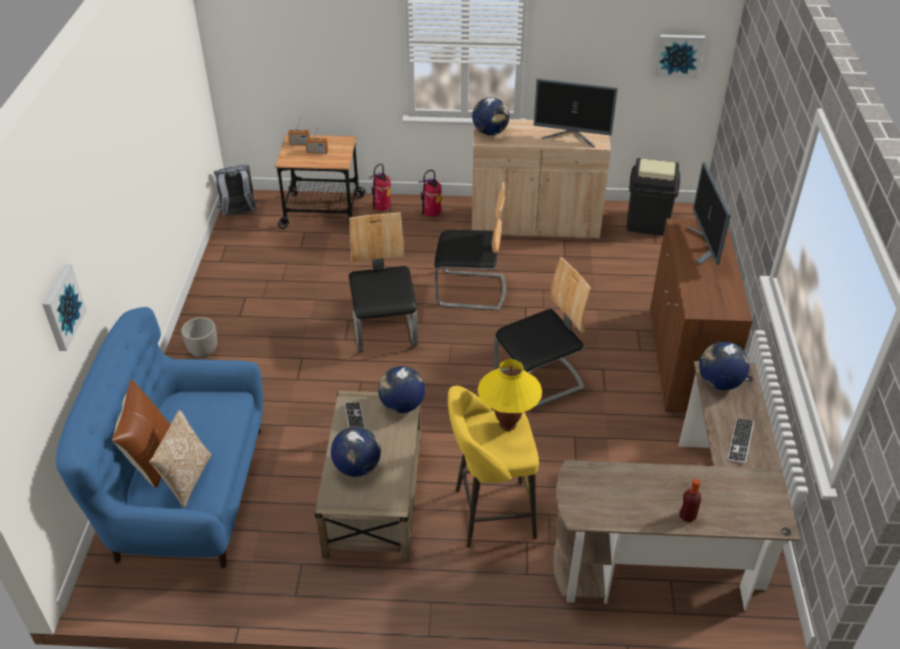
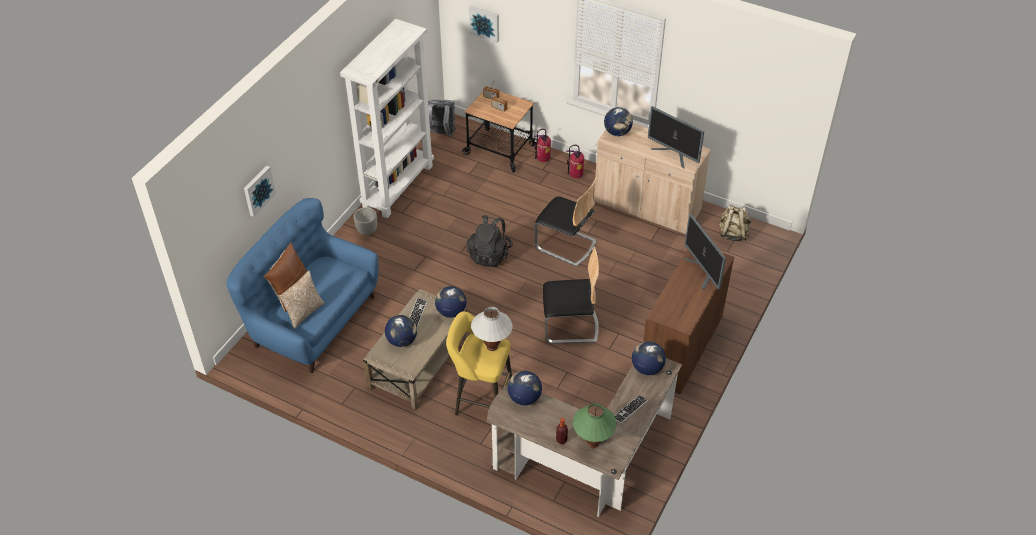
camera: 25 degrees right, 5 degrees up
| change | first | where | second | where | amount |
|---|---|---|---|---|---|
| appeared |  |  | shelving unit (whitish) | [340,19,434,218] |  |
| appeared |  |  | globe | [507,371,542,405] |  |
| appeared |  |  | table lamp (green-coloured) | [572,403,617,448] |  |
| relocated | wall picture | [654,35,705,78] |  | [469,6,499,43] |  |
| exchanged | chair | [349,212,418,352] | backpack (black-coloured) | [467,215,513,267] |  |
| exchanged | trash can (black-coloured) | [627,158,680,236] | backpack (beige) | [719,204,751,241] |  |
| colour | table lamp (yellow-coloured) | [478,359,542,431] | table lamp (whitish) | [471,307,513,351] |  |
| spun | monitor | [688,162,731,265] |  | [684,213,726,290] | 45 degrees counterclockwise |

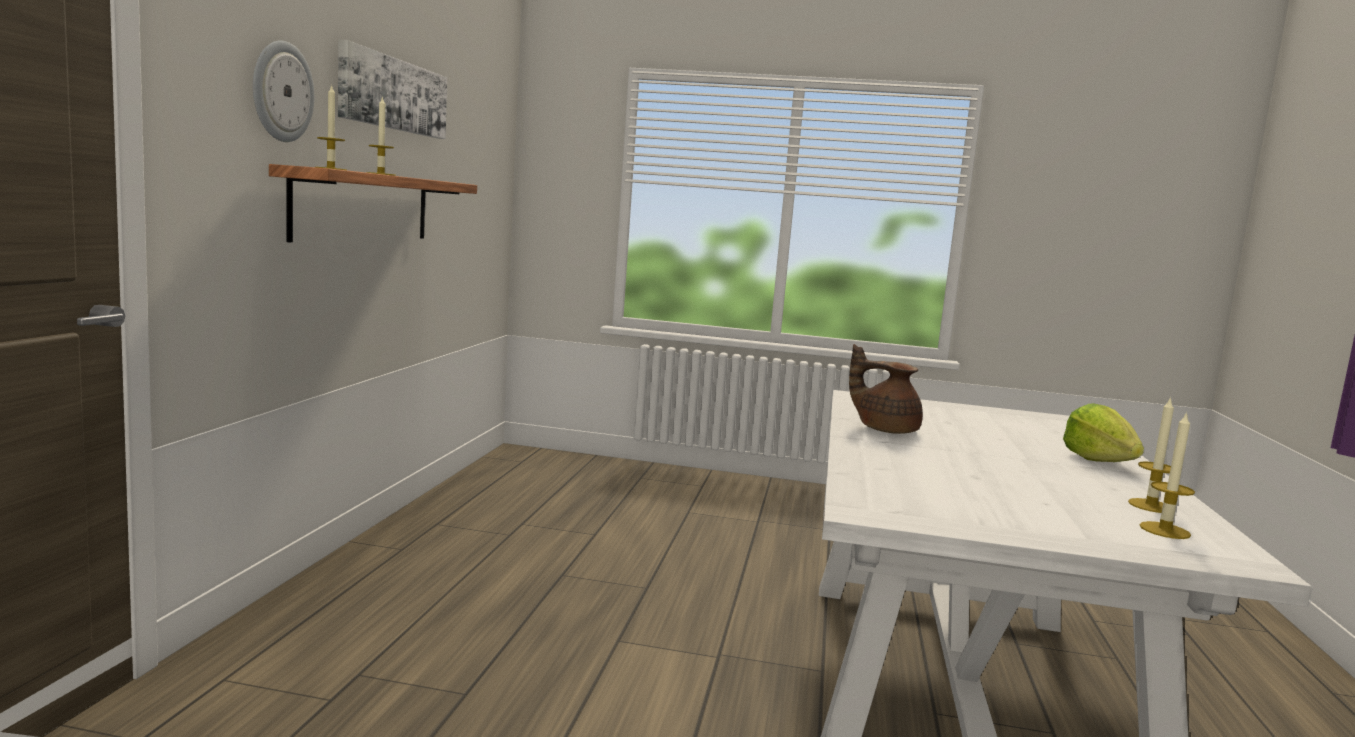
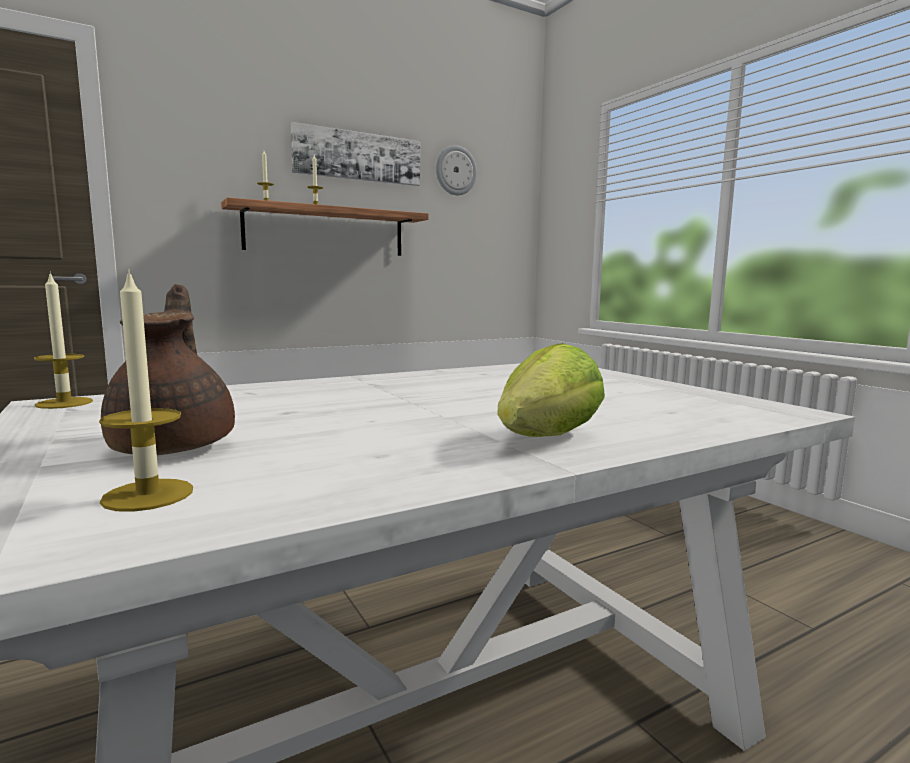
camera: 50 degrees right, 0 degrees up
| change | first | where | second | where | amount |
|---|---|---|---|---|---|
| relocated | clock on the wall | [253,40,315,142] |  | [436,145,477,195] |  |
| relocated | teapot (brown-coloured) | [849,344,923,434] |  | [101,284,235,455] |  |
| relocated | candle | [1128,396,1174,513] |  | [34,271,93,409] |  |

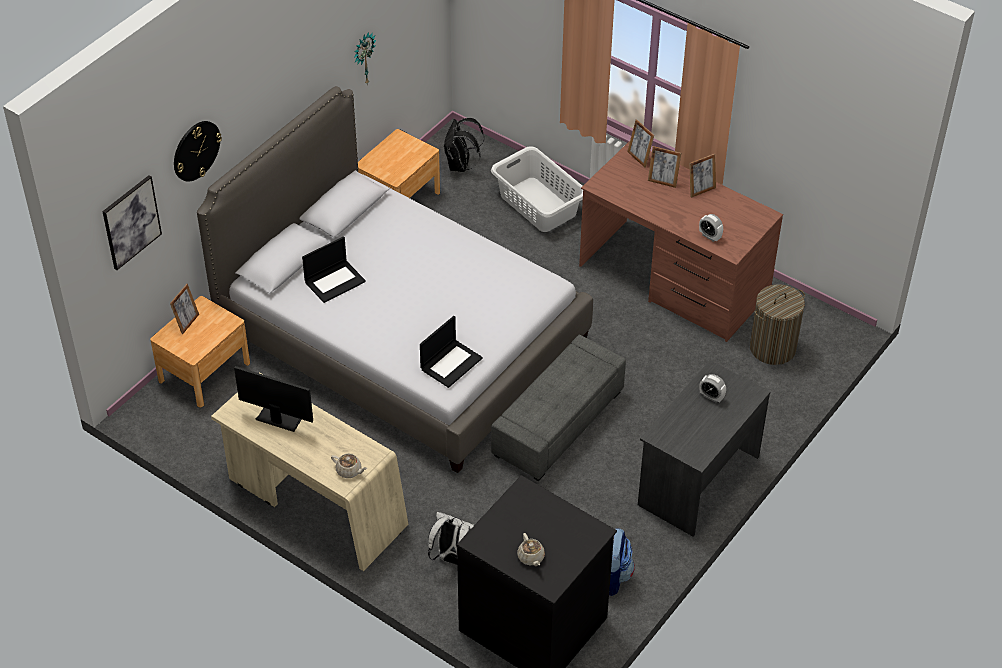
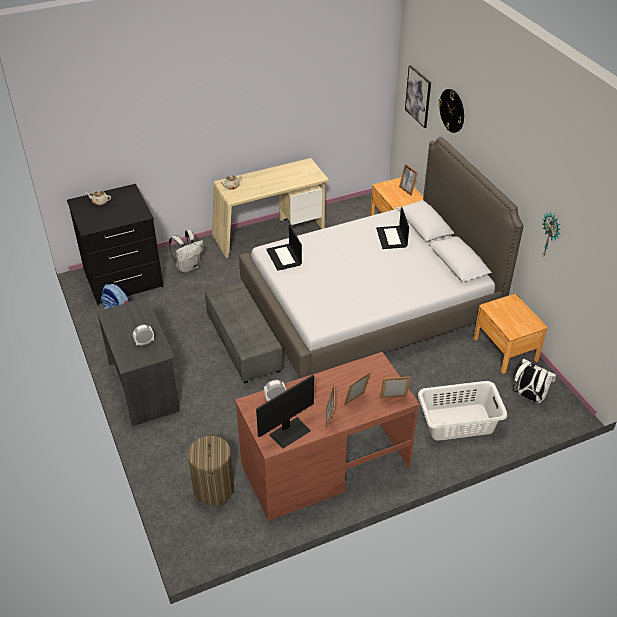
camera: 120 degrees right, 5 degrees down
| change | first | where | second | where | amount |
|---|---|---|---|---|---|
| relocated | monitor | [234,366,313,432] |  | [256,375,314,449] |  |
| colour | backpack (black-coloured) | [444,118,484,172] | backpack (whitish) | [513,358,556,403] |  |

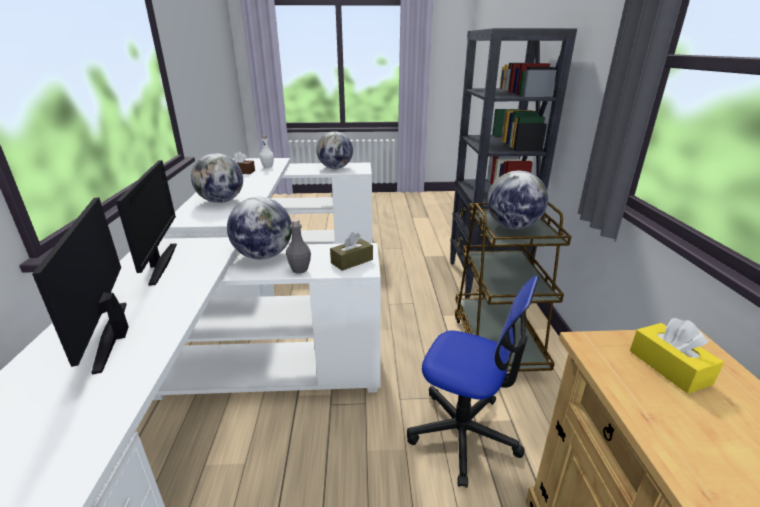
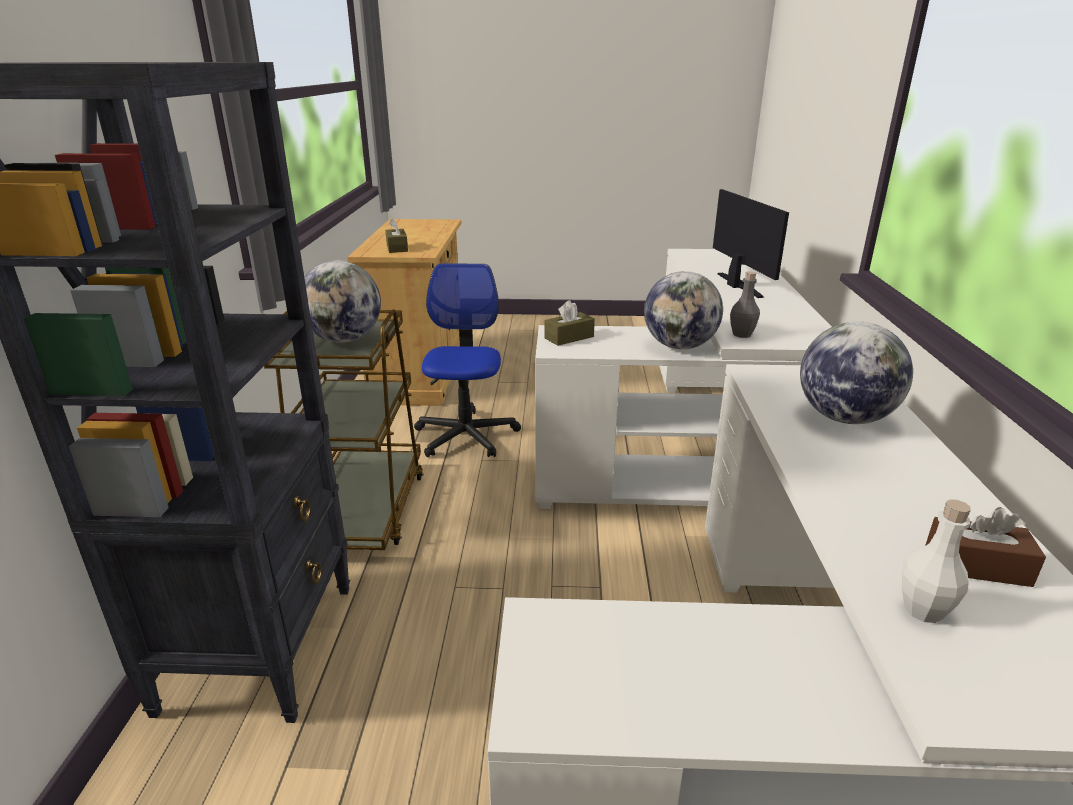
camera: 175 degrees left, 0 degrees up
| change | first | where | second | where | amount |
|---|---|---|---|---|---|
| missing | monitor | [116,160,177,286] |  |  |  |
| missing | globe | [316,131,353,169] |  |  |  |
| relocated | drink bottle (gray) | [286,218,311,273] |  | [730,271,760,338] |  |
| colour | tissue holder (yellow-coloured) | [630,318,724,394] | tissue holder (brown-coloured) | [385,218,408,253] |  |
| spun | desk chair | [407,276,539,488] |  | [414,263,521,457] | 60 degrees clockwise |

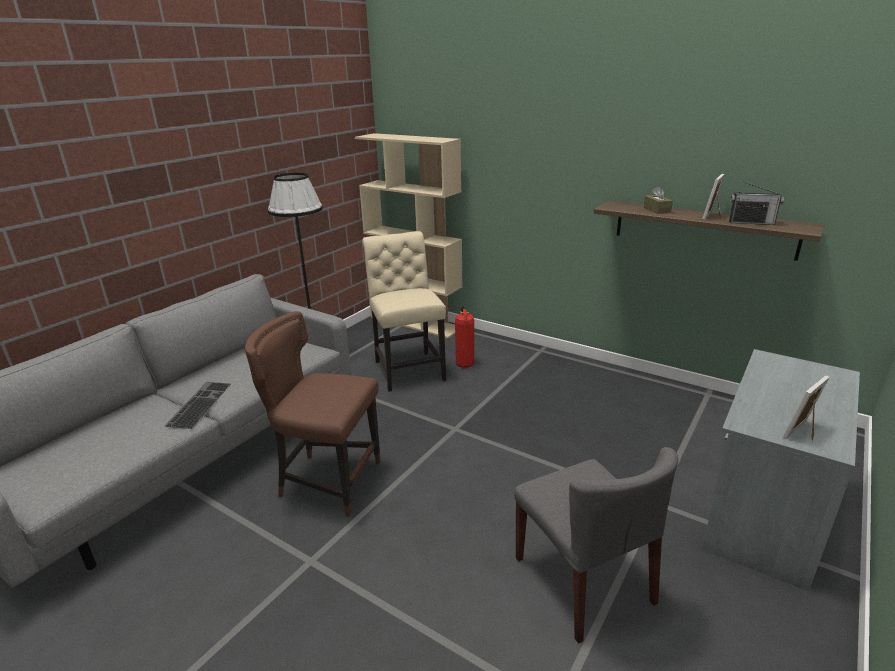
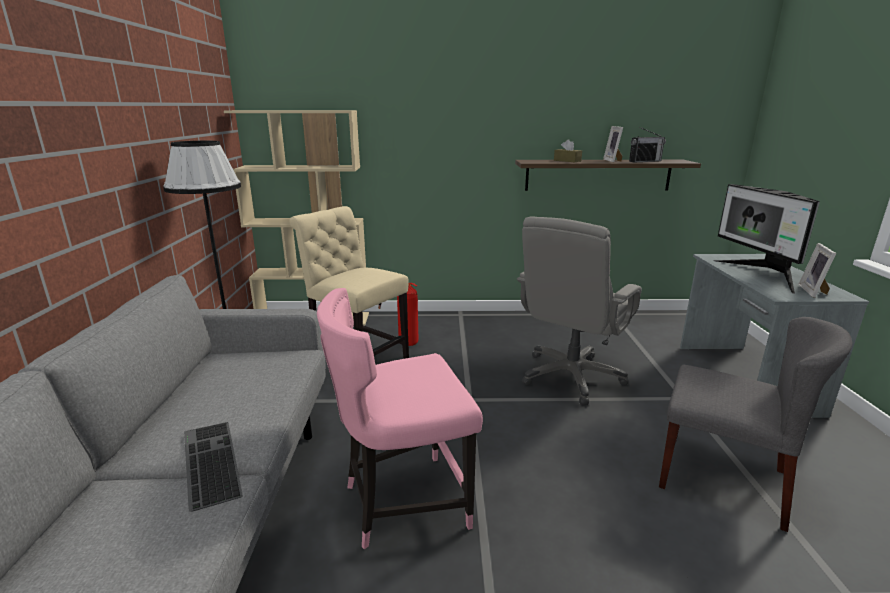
camera: 35 degrees left, 5 degrees down
| change | first | where | second | where | amount |
|---|---|---|---|---|---|
| appeared |  |  | desk chair (gray) | [517,217,642,405] |  |
| appeared |  |  | monitor | [714,184,820,294] |  |
| colour | chair (brown-coloured) | [245,311,381,517] | chair (pink-coloured) | [317,288,483,549] |  |

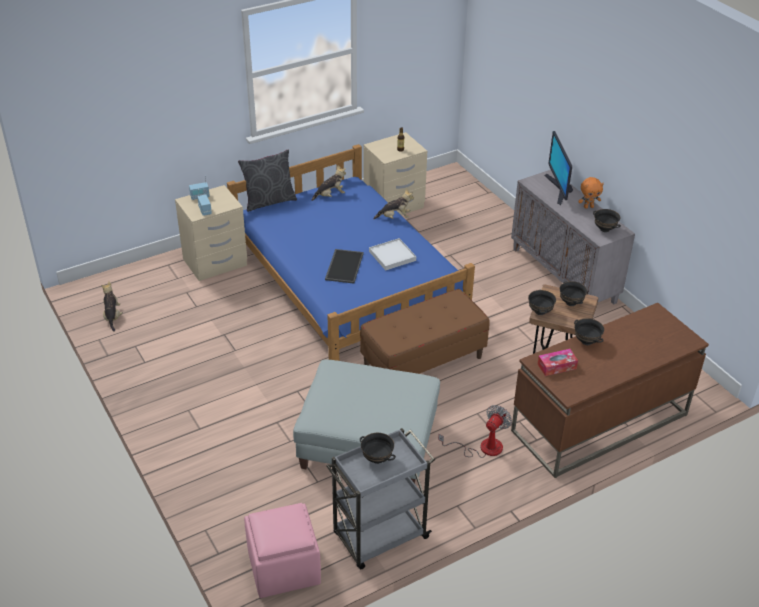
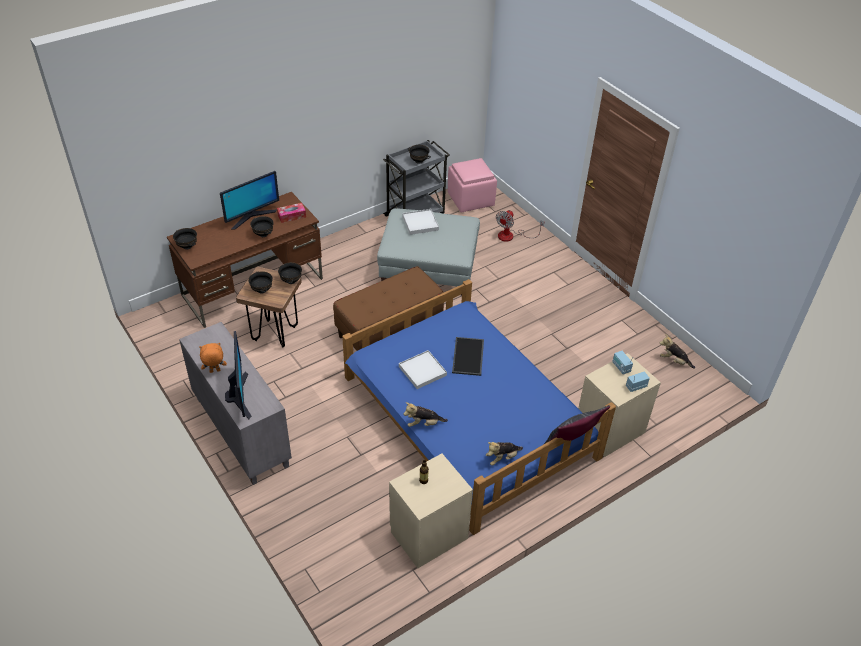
camera: 175 degrees right, 5 degrees up
| change | first | where | second | where | amount |
|---|---|---|---|---|---|
| appeared |  |  | monitor | [220,171,279,230] |  |
| appeared |  |  | serving tray (whitish) | [402,209,439,235] |  |
| relocated | electric fan | [438,405,512,458] |  | [496,210,544,242] |  |
| relocated | bowl (black-coloured) | [593,209,621,232] |  | [173,228,197,250] |  |
| spun | plush toy | [101,281,123,332] |  | [659,334,695,368] | 135 degrees clockwise |

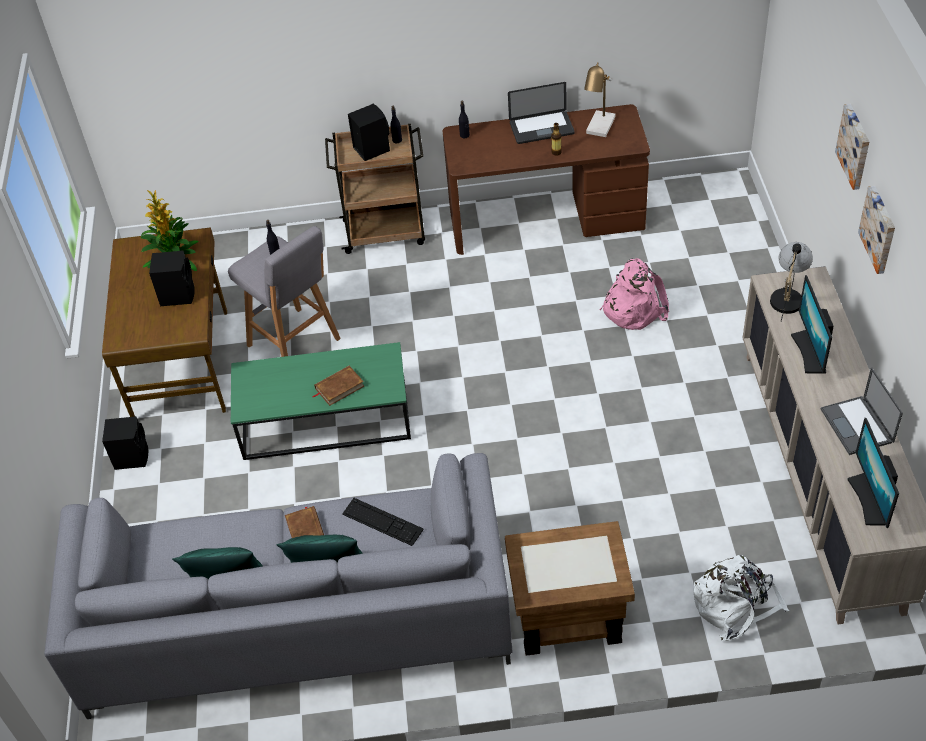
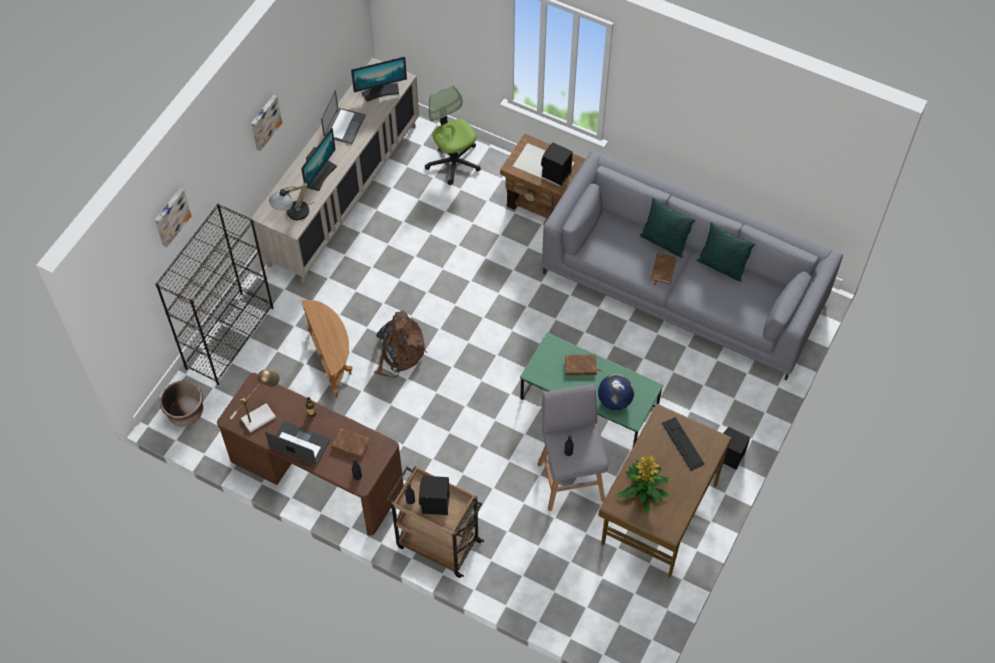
camera: 150 degrees left, 10 degrees up
| change | first | where | second | where | amount |
|---|---|---|---|---|---|
| appeared |  |  | shelving unit (black-coloured) | [155,204,274,385] |  |
| appeared |  |  | planter (brown-coloured) | [160,381,203,427] |  |
| appeared |  |  | bound book (brown-coloured) | [331,428,370,459] |  |
| appeared |  |  | backpack (brown-coloured) | [374,310,427,378] |  |
| appeared |  |  | globe | [598,374,634,410] |  |
| relocated | speaker (black-coloured) | [149,250,195,306] |  | [541,142,573,186] |  |
| relocated | keyboard | [342,498,424,546] |  | [662,417,705,471] |  |
| relocated | wall picture | [835,104,870,190] |  | [155,188,192,247] |  |
| exchanged | backpack (pink-coloured) | [599,258,669,330] | side table (brown-coloured) | [301,300,352,398] |  |
| exchanged | backpack (whitish) | [694,555,789,641] | desk chair | [425,86,481,185] |  |
| spun | monitor | [847,418,899,528] |  | [351,57,407,102] | 45 degrees clockwise |

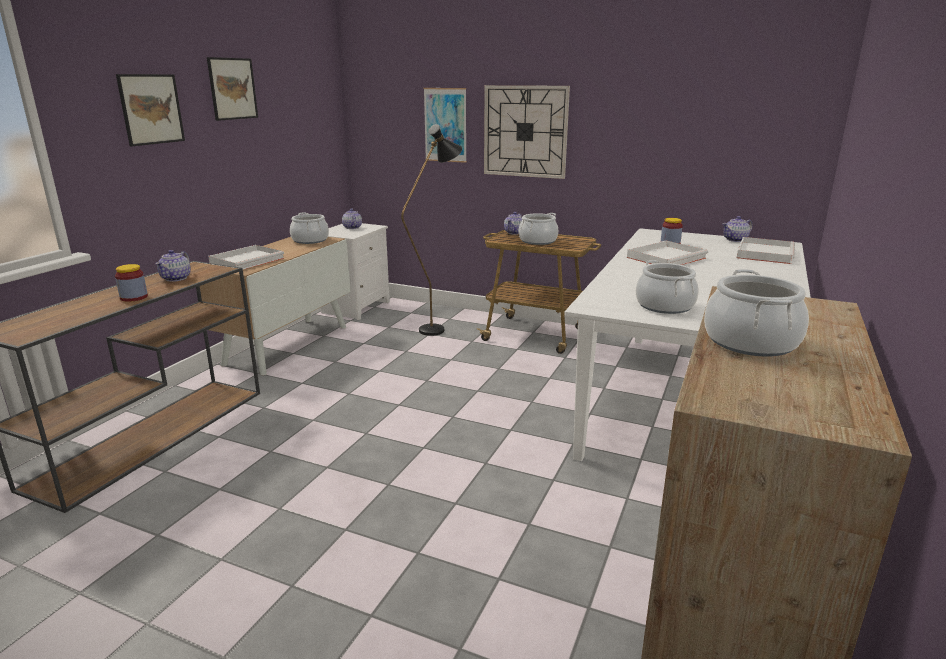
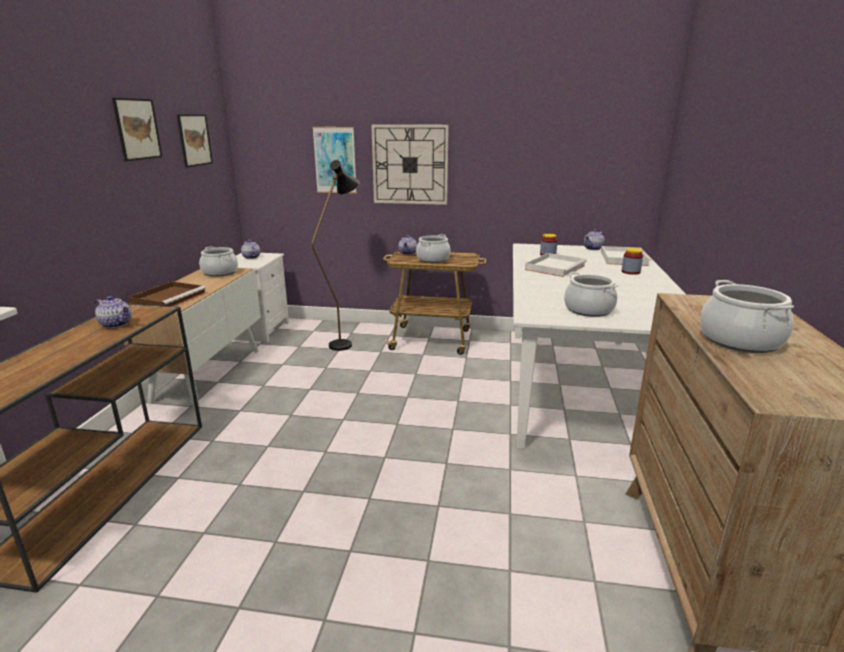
camera: 15 degrees left, 0 degrees up
| change | first | where | second | where | amount |
|---|---|---|---|---|---|
| relocated | storage jar | [115,264,148,302] |  | [622,248,643,275] |  |
| relocated | wall picture | [116,74,185,146] |  | [177,114,213,167] |  |
| colour | serving tray (whitish) | [208,245,284,269] | serving tray (brown-coloured) | [128,281,206,306] |  |
| spun | teapot | [155,250,191,282] |  | [94,296,132,328] | 60 degrees counterclockwise |

